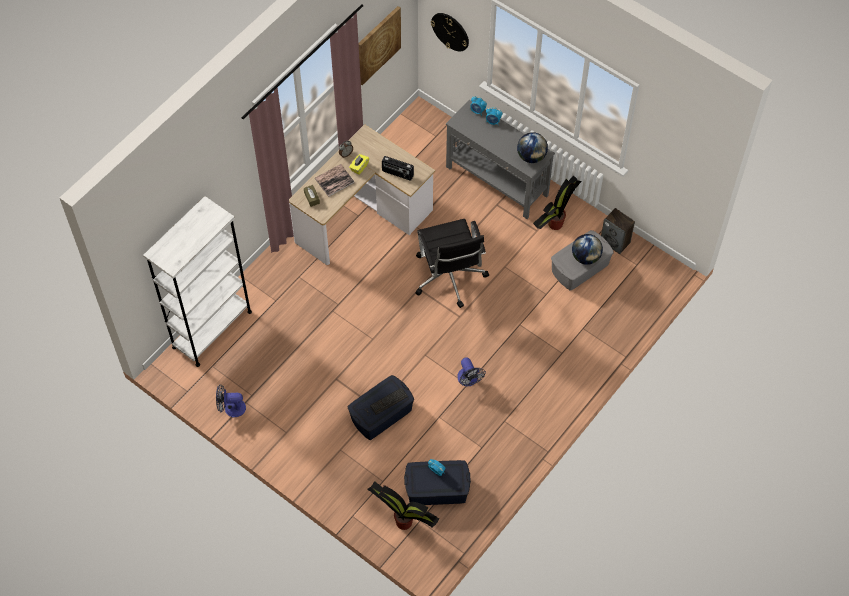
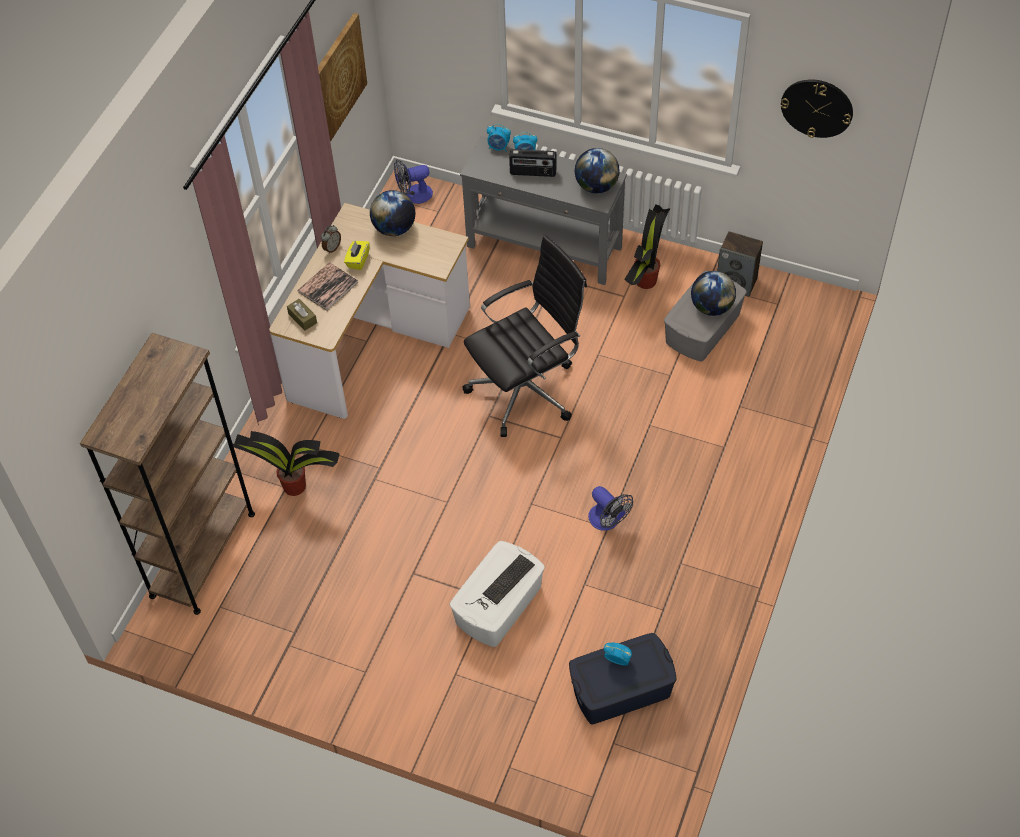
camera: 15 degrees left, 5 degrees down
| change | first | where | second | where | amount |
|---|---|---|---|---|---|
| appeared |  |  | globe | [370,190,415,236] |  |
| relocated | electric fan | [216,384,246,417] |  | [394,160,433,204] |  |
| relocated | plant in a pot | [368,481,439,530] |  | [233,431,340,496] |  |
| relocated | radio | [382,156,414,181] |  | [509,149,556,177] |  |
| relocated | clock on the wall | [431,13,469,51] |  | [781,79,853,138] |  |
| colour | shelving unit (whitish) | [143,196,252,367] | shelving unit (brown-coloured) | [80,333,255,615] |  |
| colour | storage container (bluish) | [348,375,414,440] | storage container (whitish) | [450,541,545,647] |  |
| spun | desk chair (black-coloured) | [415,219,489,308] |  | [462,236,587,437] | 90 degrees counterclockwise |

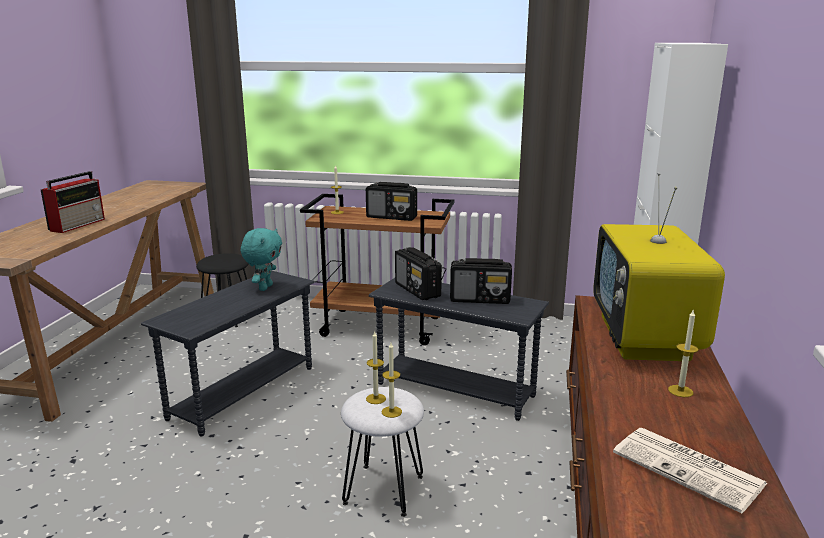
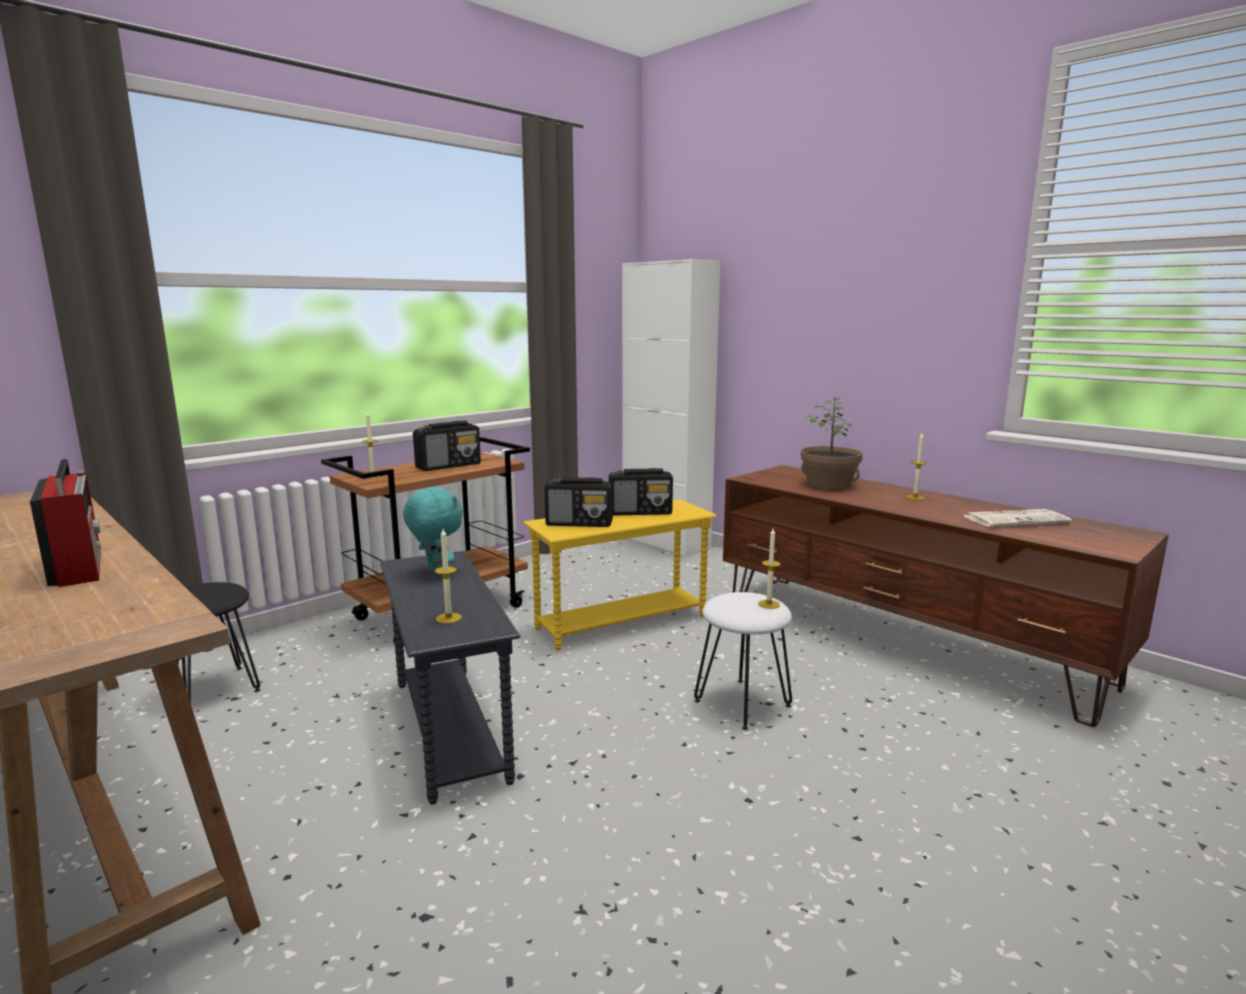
camera: 55 degrees left, 5 degrees down
| change | first | where | second | where | amount |
|---|---|---|---|---|---|
| relocated | candle | [366,332,386,404] |  | [435,529,462,624] |  |
| exchanged | TV set | [593,173,725,361] | plant in a pot | [801,398,863,490] |  |
| colour | side table (gray) | [368,278,549,421] | side table (yellow-coloured) | [523,499,717,650] |  |
| spun | radio | [450,258,512,304] |  | [609,468,673,516] | 45 degrees clockwise |

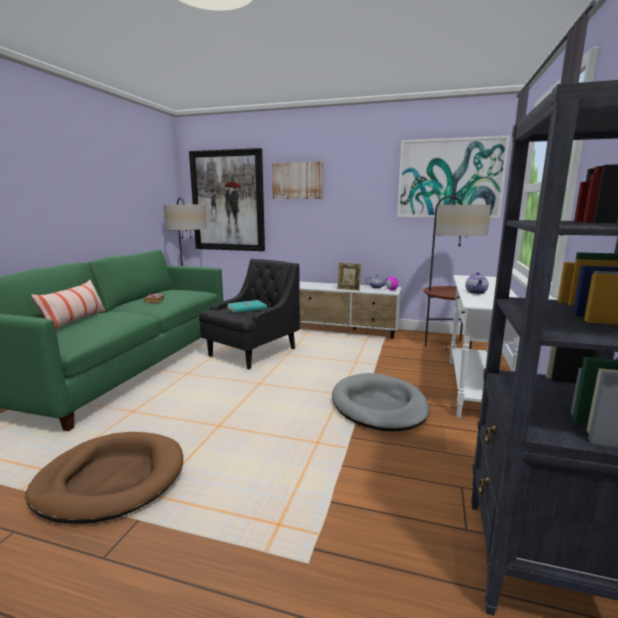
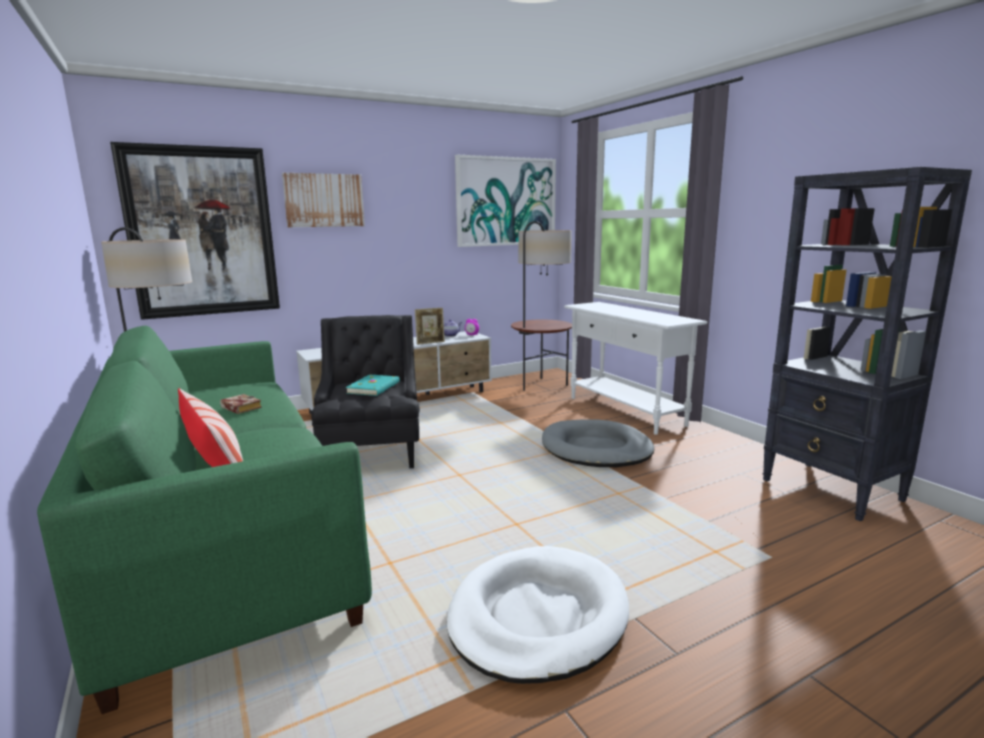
camera: 45 degrees left, 0 degrees up
| change | first | where | second | where | amount |
|---|---|---|---|---|---|
| missing | teapot | [465,272,489,294] |  |  |  |
| colour | dog bed (brown-coloured) | [25,432,183,524] | dog bed (whitish) | [447,546,629,684] |  |

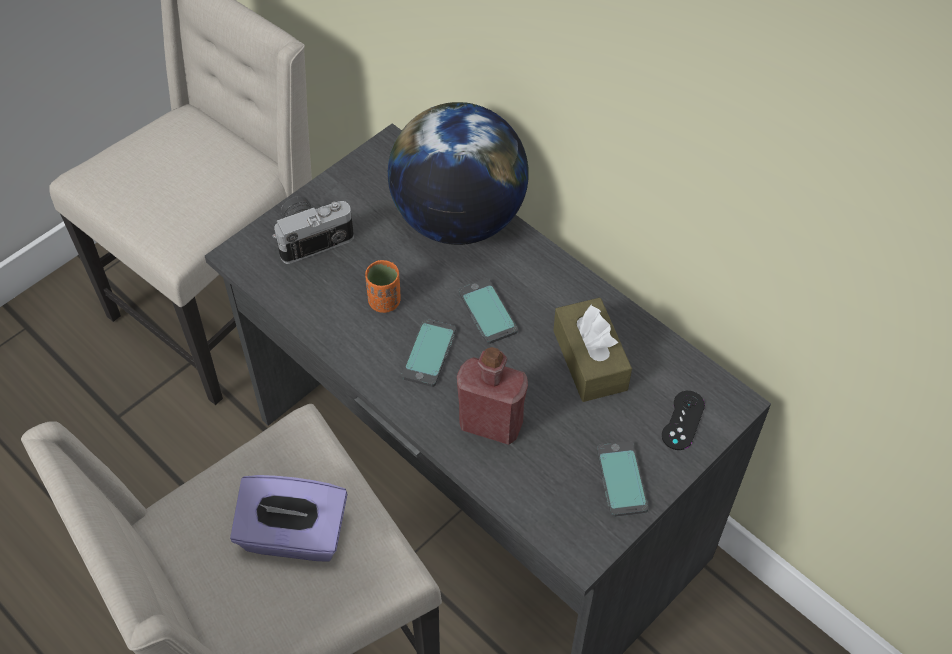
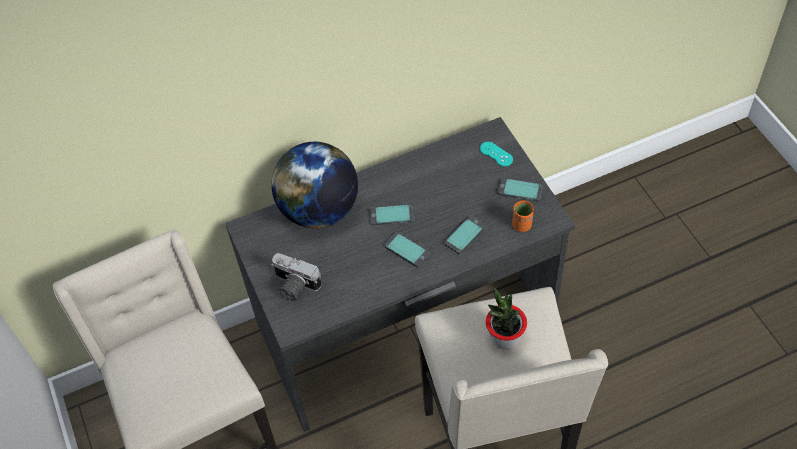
camera: 65 degrees left, 0 degrees up
| change | first | where | second | where | amount |
|---|---|---|---|---|---|
| missing | tissue holder (brown-coloured) | [553,298,632,402] |  |  |  |
| relocated | cup (orange-coloured) | [365,260,401,313] |  | [512,200,534,232] |  |
| exchanged | tissue holder (purplish) | [230,475,348,562] | plant in a pot | [486,287,527,350] |  |
| exchanged | drink bottle (red) | [457,347,528,445] | telephone | [444,216,486,254] |  |
| colour | joypad (black-coloured) | [662,391,705,450] | joypad (turquoise) | [480,142,513,166] |  |
| spun | photo camera | [272,196,354,264] |  | [271,253,322,301] | 60 degrees counterclockwise |

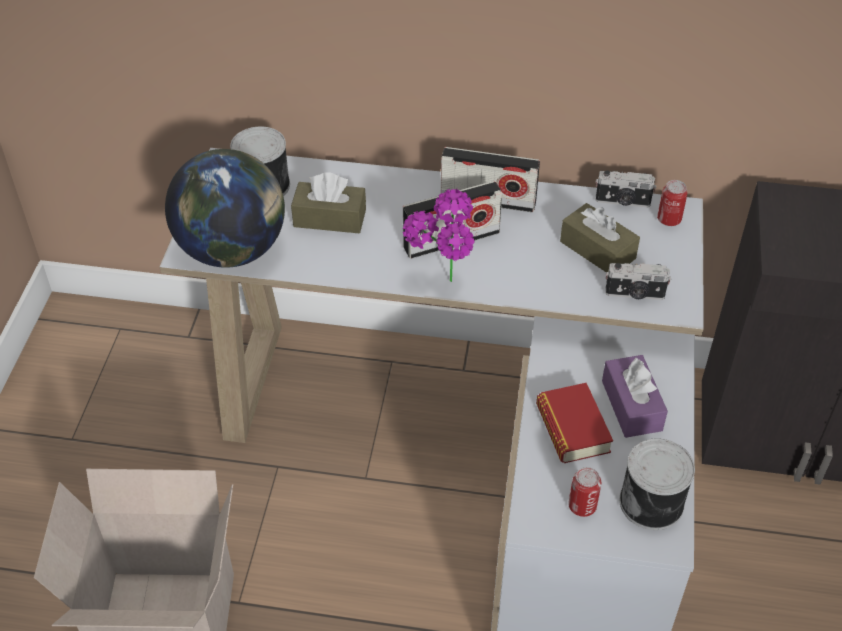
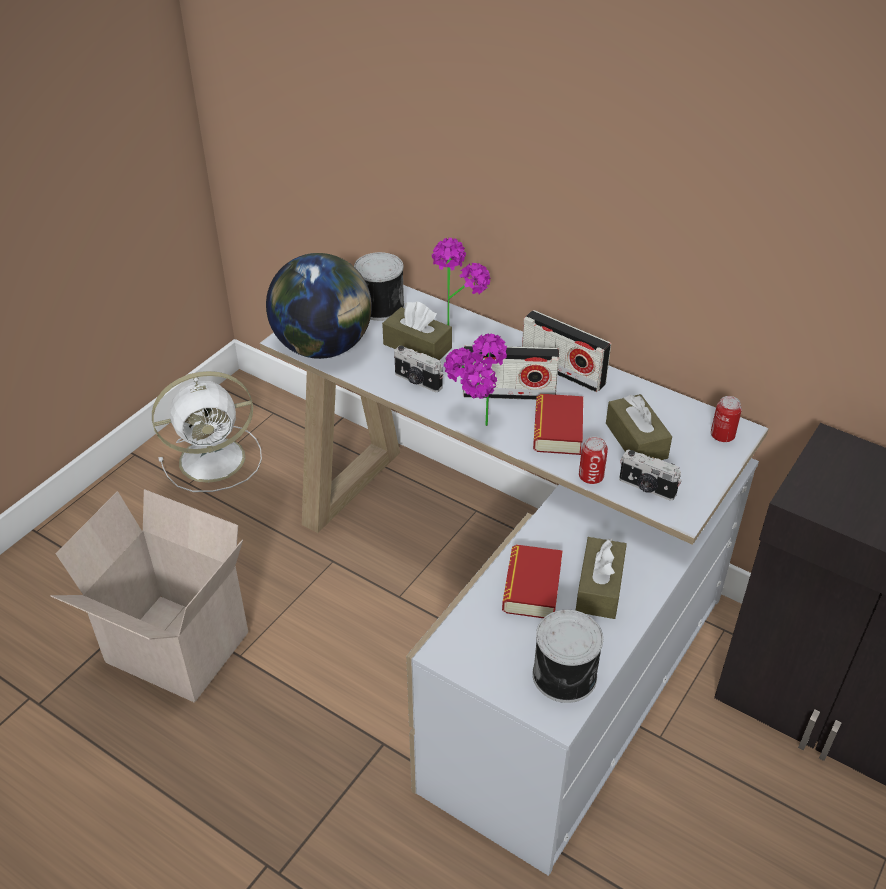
camera: 25 degrees right, 5 degrees down
| change | first | where | second | where | amount |
|---|---|---|---|---|---|
| appeared |  |  | electric fan (whitish) | [152,371,262,492] |  |
| appeared |  |  | plant in a pot | [432,238,490,325] |  |
| appeared |  |  | bound book | [533,394,583,455] |  |
| relocated | metal can | [568,467,601,517] |  | [579,436,608,484] |  |
| relocated | photo camera | [595,170,656,207] |  | [394,346,443,392] |  |
| colour | tissue holder (purplish) | [602,355,668,438] | tissue holder (brown-coloured) | [576,537,627,619] |  |

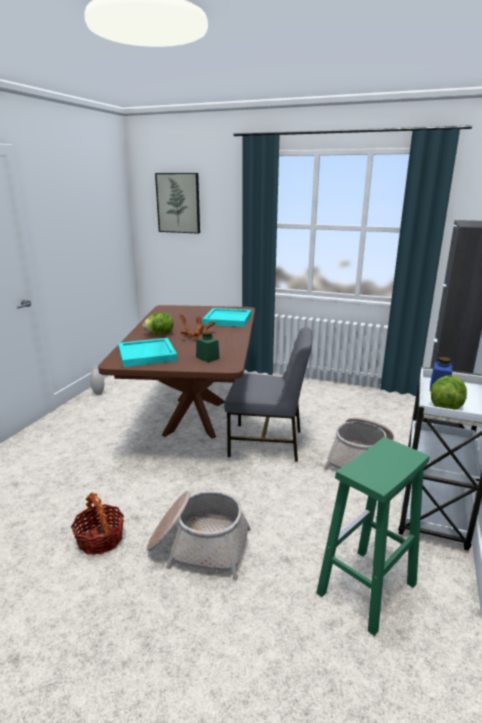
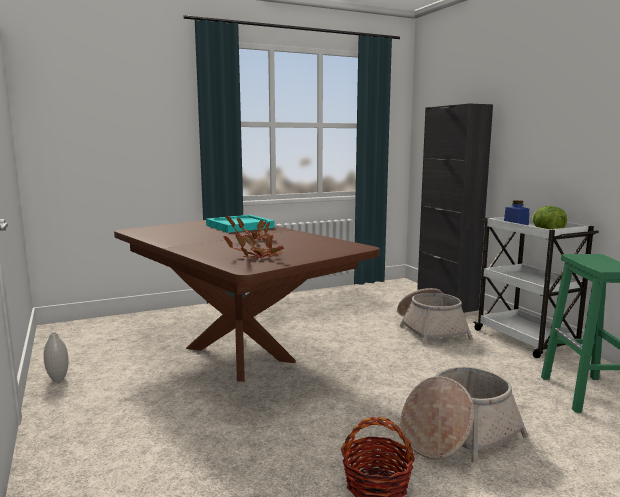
camera: 45 degrees left, 10 degrees down
| change | first | where | second | where | amount |
|---|---|---|---|---|---|
| missing | head of lettuce | [143,313,173,335] |  |  |  |
| missing | wall picture | [155,173,200,234] |  |  |  |
| missing | storage jar (green-coloured) | [196,331,220,363] |  |  |  |
| missing | chair (gray) | [224,327,313,462] |  |  |  |
| exchanged | serving tray (turquoise) | [118,338,177,367] | plant in a pot | [223,234,284,258] |  |

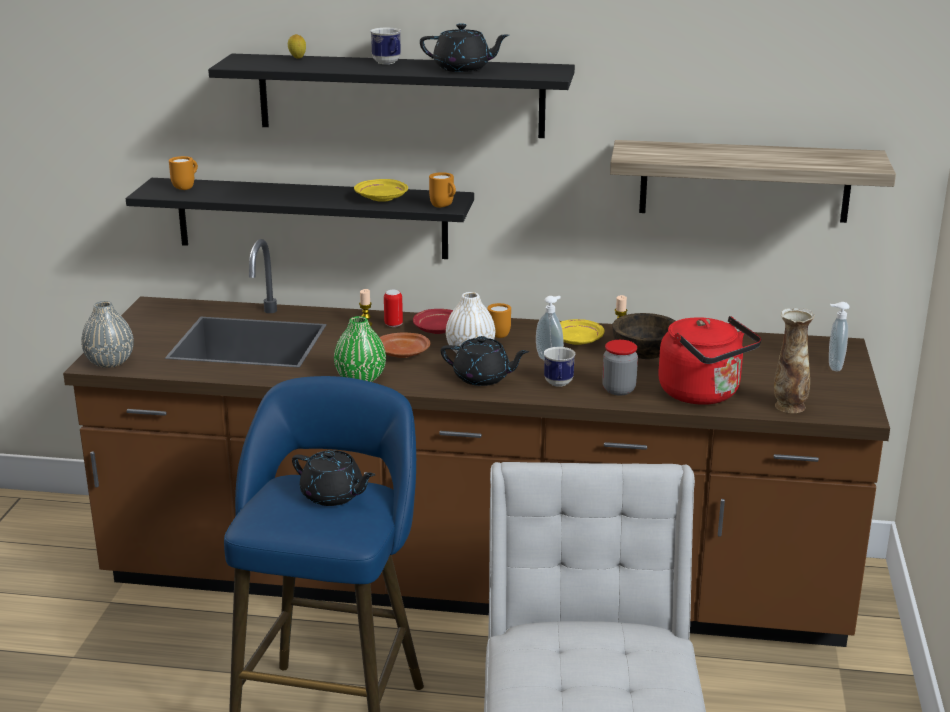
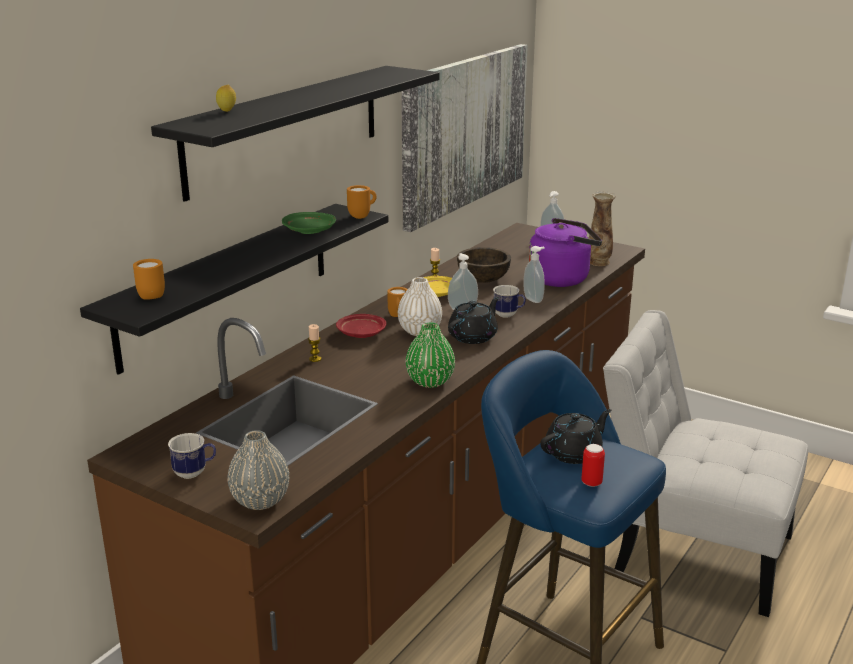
camera: 65 degrees left, 0 degrees up
| change | first | where | second | where | amount |
|---|---|---|---|---|---|
| missing | dinner plate (brown-coloured) | [379,333,430,358] |  |  |  |
| missing | teapot (black-coloured) | [420,23,509,72] |  |  |  |
| relocated | coffee mug | [370,28,401,64] |  | [168,433,216,479] |  |
| relocated | metal can | [384,290,403,327] |  | [581,444,605,487] |  |
| exchanged | storage jar | [602,340,638,395] | liquid soap bottle | [523,246,545,303] |  |
| exchanged | bracket shelf | [610,140,896,223] | wall picture | [401,44,528,232] |  |
| colour | dinner plate (yellow-coloured) | [354,179,408,202] | dinner plate (green-coloured) | [282,212,336,234] |  |
| colour | kettle (red) | [658,316,761,405] | kettle (purplish) | [529,218,602,287] |  |

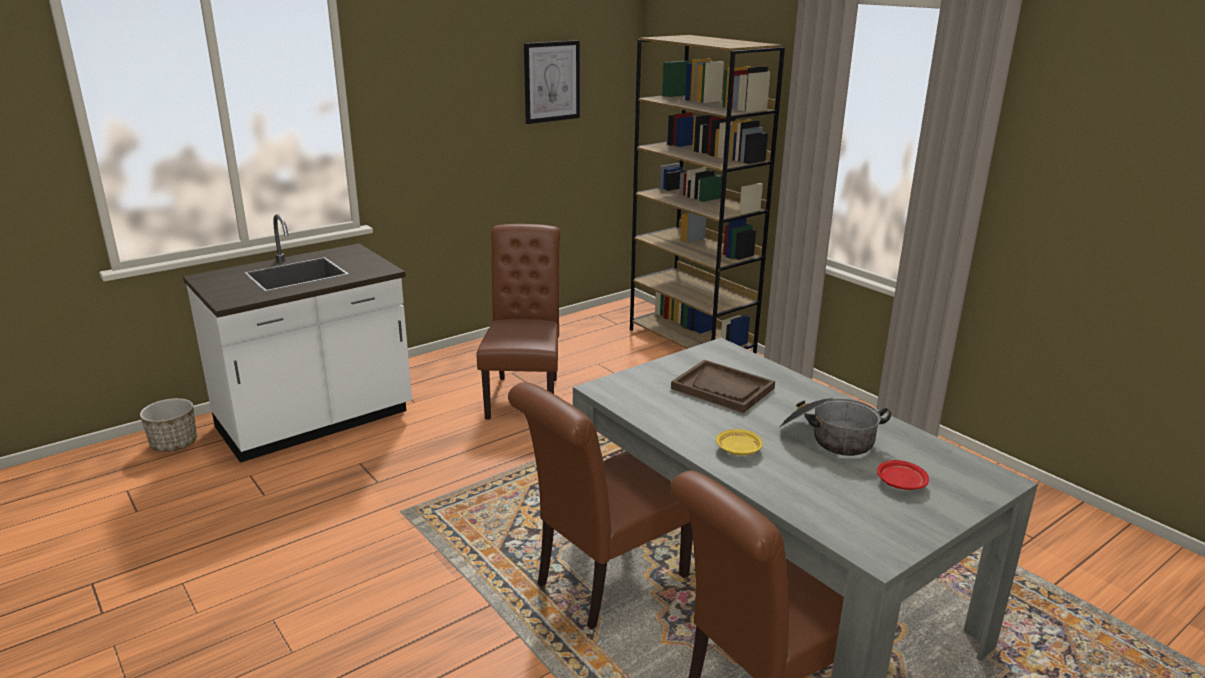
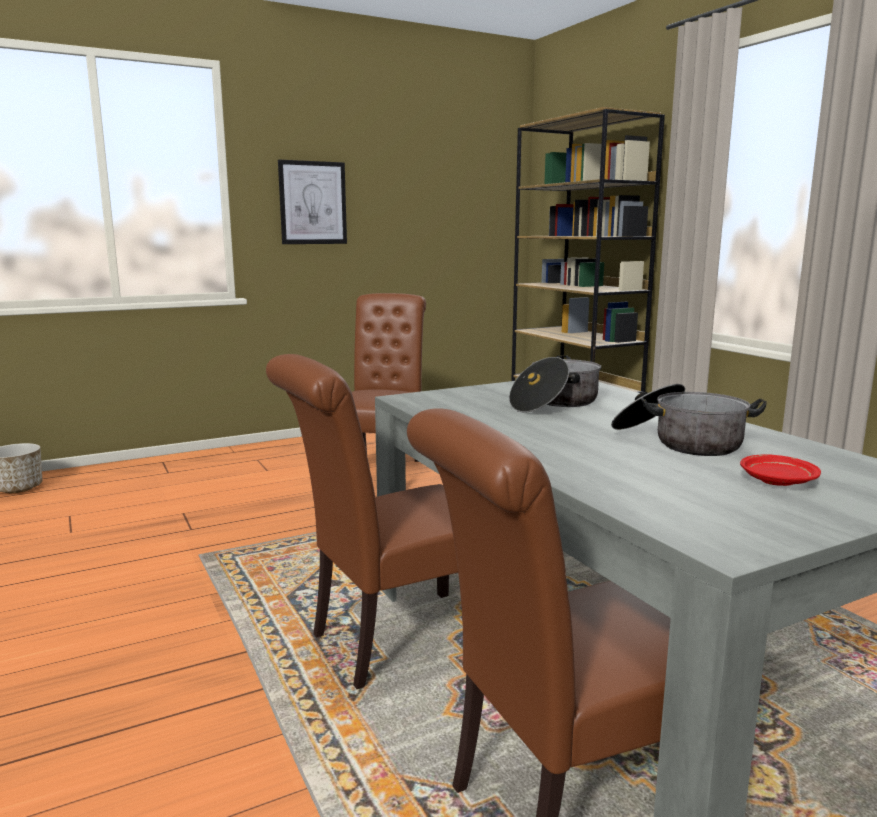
camera: 10 degrees right, 10 degrees down
| change | first | where | second | where | amount |
|---|---|---|---|---|---|
| missing | counter (whitish) | [183,214,412,463] |  |  |  |
| missing | dinner plate (yellow-coloured) | [716,429,763,455] |  |  |  |
| relocated | wall picture | [524,40,580,124] |  | [278,160,347,244] |  |
| exchanged | serving tray (brown-coloured) | [671,360,775,413] | cooking pot | [509,355,601,412] |  |

